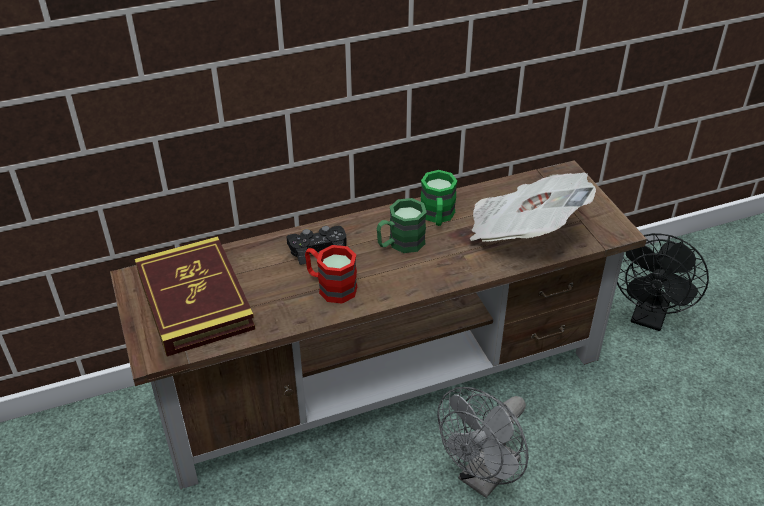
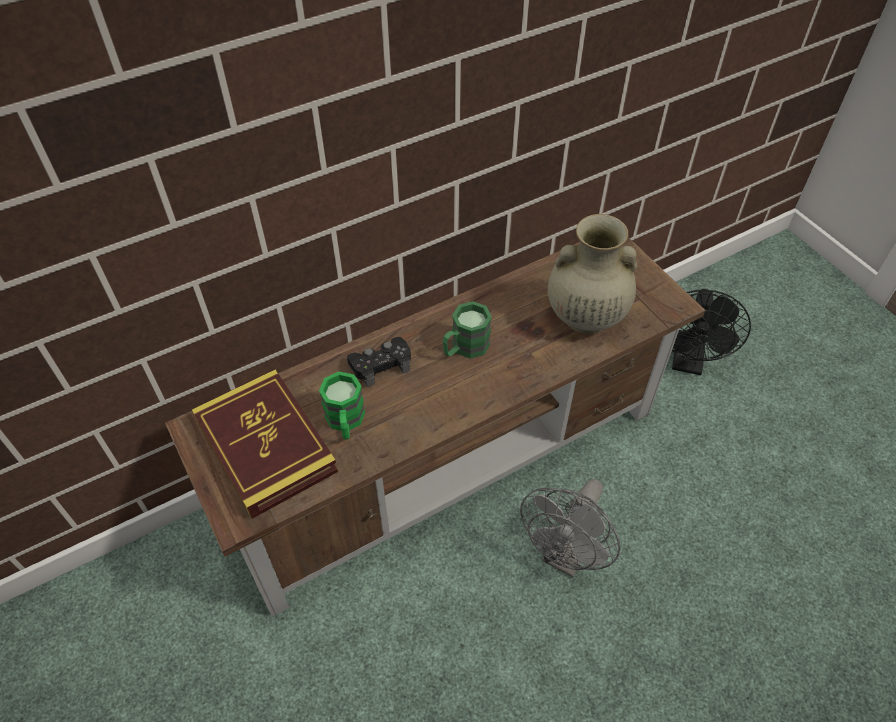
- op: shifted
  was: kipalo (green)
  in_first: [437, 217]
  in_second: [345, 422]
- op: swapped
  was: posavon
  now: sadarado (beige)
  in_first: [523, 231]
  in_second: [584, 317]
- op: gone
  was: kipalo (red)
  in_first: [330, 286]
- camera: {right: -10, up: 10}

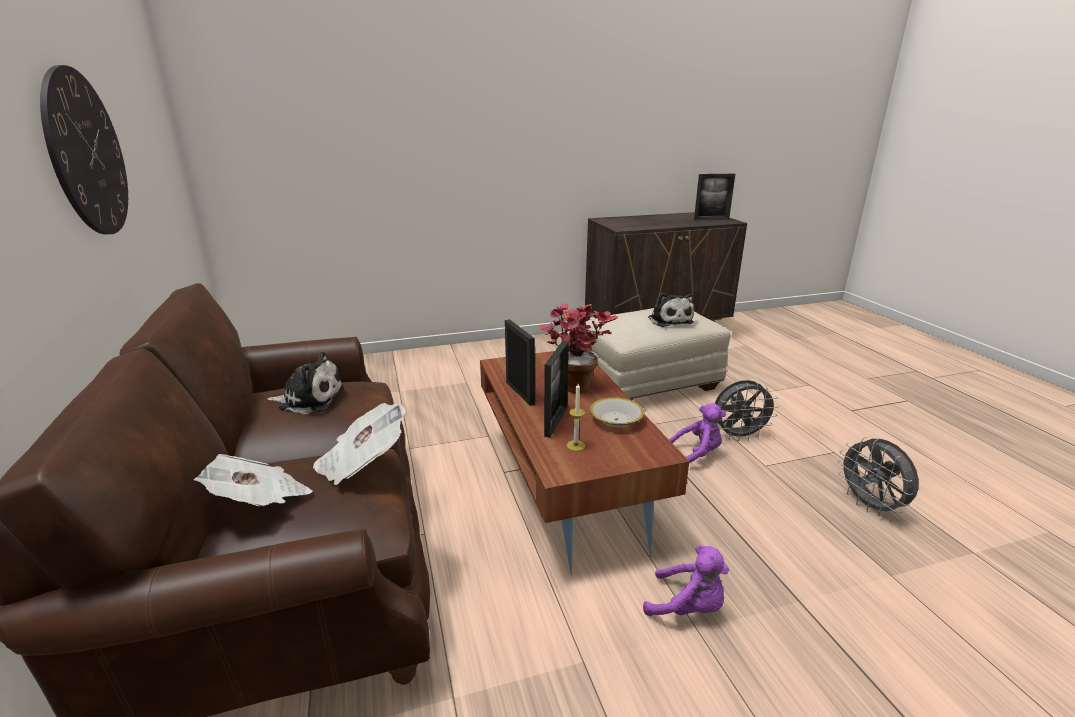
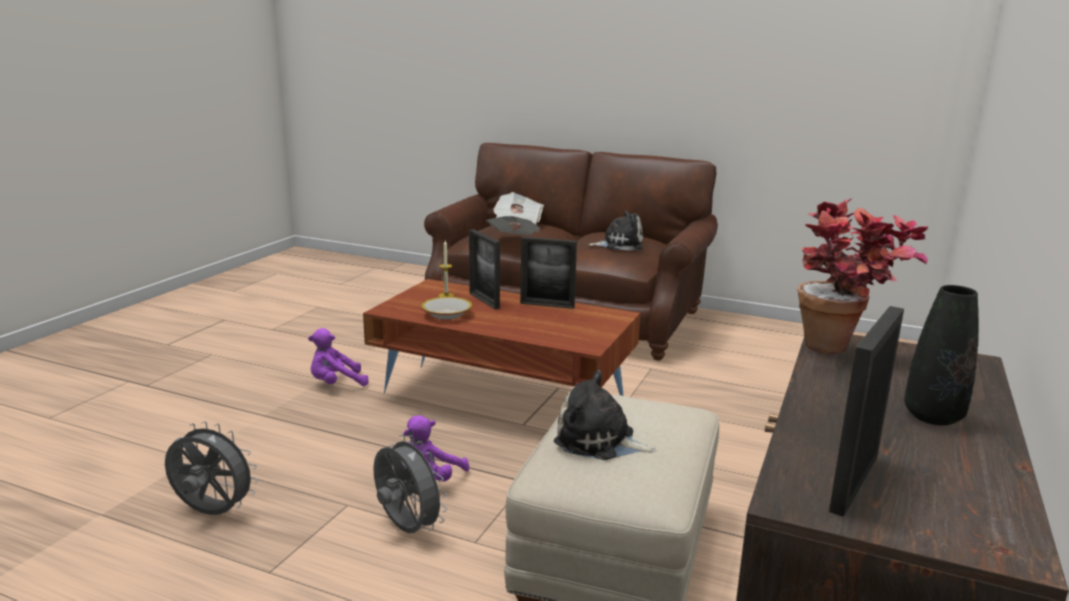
- op: gone
  was: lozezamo
  in_first: [87, 153]
- op: shifted
  was: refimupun
  in_first: [574, 384]
  in_second: [842, 350]
- op: rotated
  was: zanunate
  in_first: [309, 399]
  in_second: [619, 244]
  clockwise: -135
- op: rotated
  was: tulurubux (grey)
  in_first: [738, 436]
  in_second: [406, 529]
  clockwise: 105
- op: new
  now: sadarado (black)
  in_second: [933, 416]
- camera: {right: 130, up: -5}

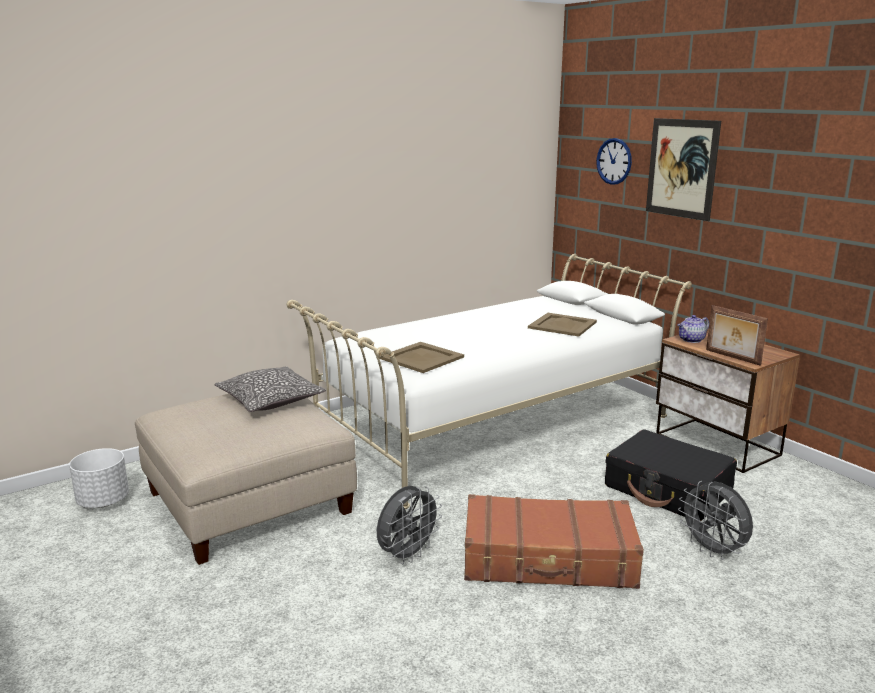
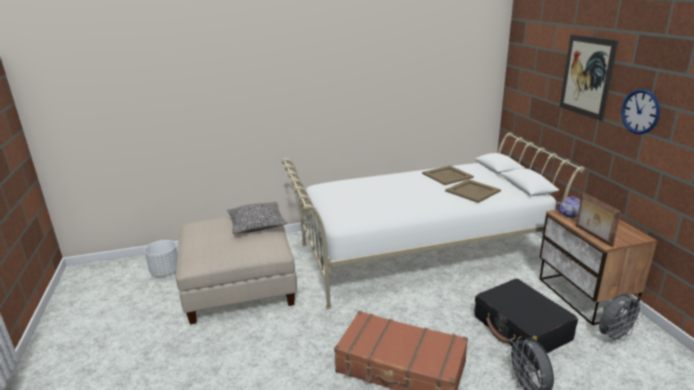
- op: shifted
  was: lozezamo
  in_first: [614, 161]
  in_second: [640, 111]
- op: shifted
  was: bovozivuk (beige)
  in_first: [421, 358]
  in_second: [447, 175]
- op: shifted
  was: tulurubux (grey)
  in_first: [407, 555]
  in_second: [614, 337]
- camera: {right: 20, up: 5}

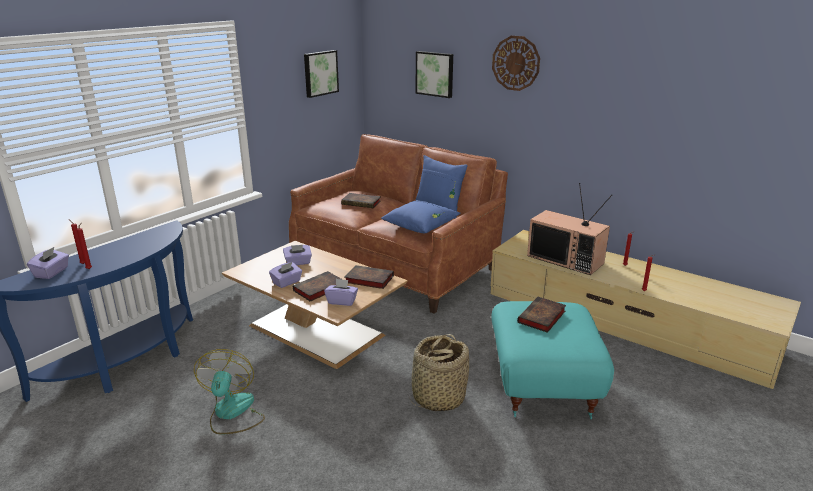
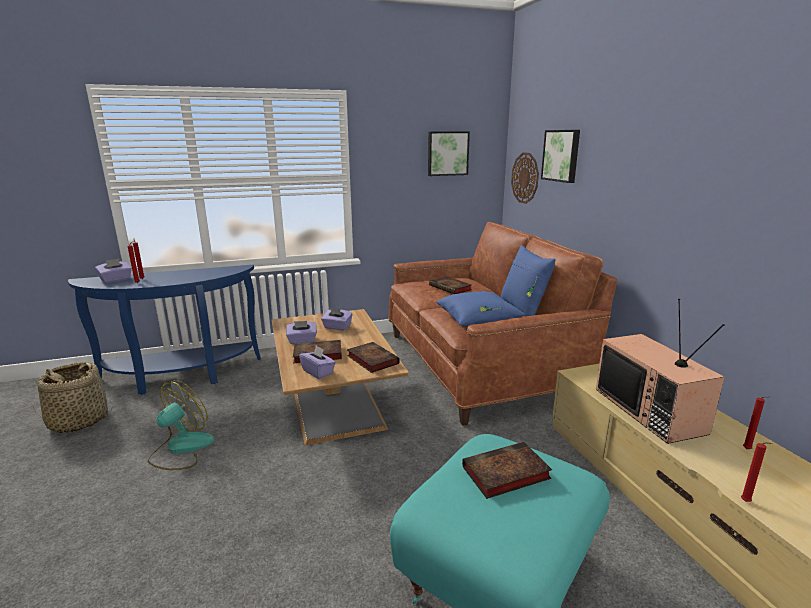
- op: shifted
  was: lozezamo
  in_first: [516, 63]
  in_second: [525, 178]
- op: shifted
  was: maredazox
  in_first: [438, 397]
  in_second: [78, 421]
- camera: {right: 35, up: -5}

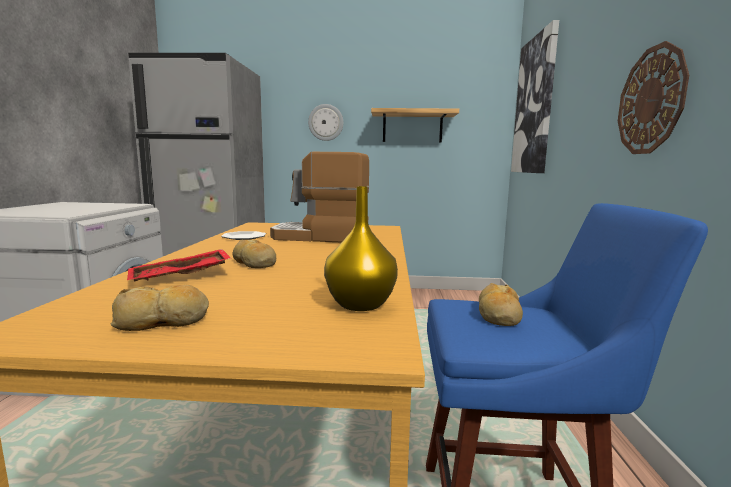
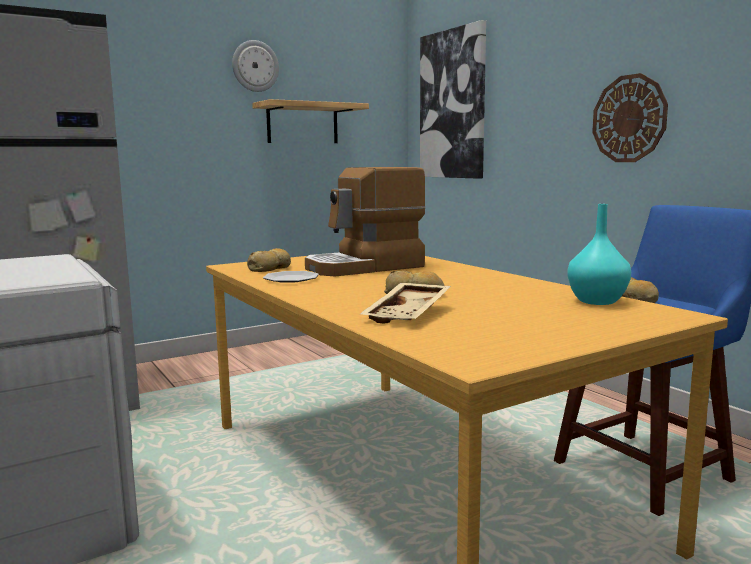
- op: shifted
  was: lozezamo
  in_first: [326, 122]
  in_second: [255, 66]
- op: repainted
  was: sadarado (yellow)
  now: sadarado (turquoise)
  in_first: [361, 304]
  in_second: [596, 301]
- op: repainted
  was: bovozivuk (red)
  now: bovozivuk (beige)
  in_first: [180, 277]
  in_second: [409, 314]
- op: shifted
  was: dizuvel
  in_first: [163, 321]
  in_second: [270, 268]
- camera: {right: -35, up: 0}

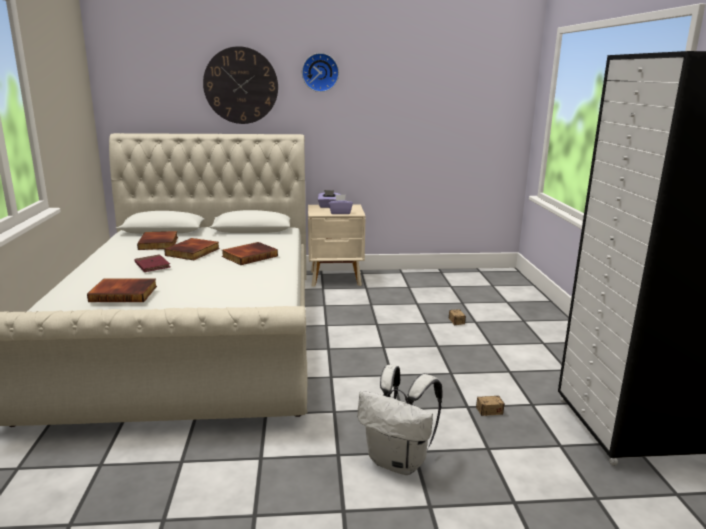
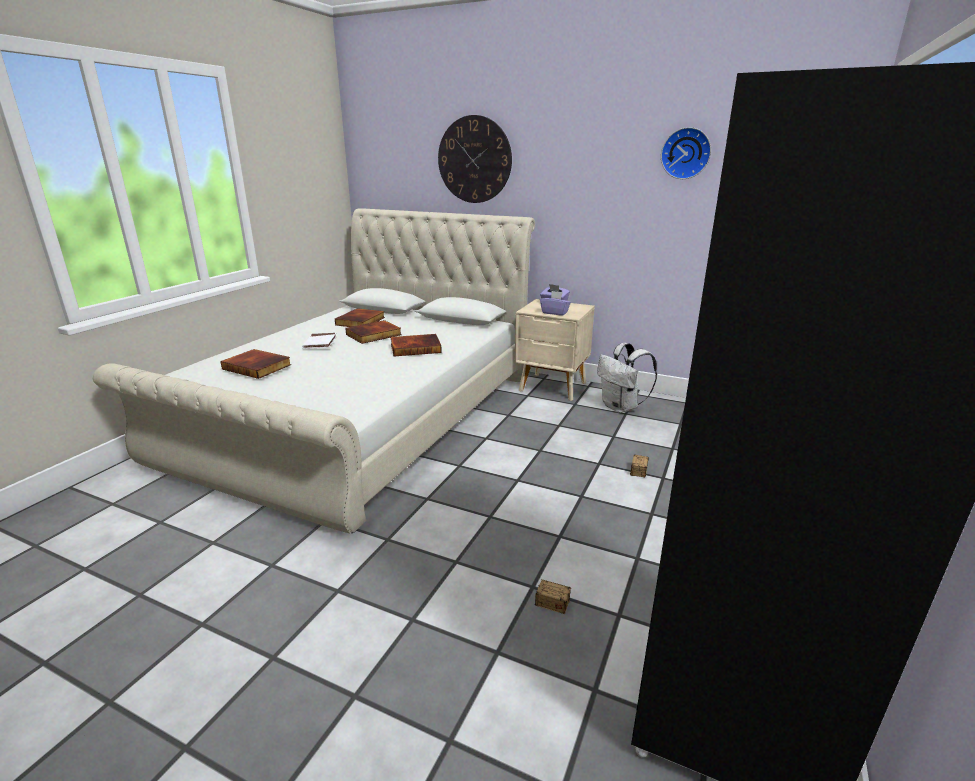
- op: shifted
  was: lozezamo
  in_first: [320, 72]
  in_second: [686, 153]
- op: repainted
  was: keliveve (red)
  now: keliveve (white)
  in_first: [152, 265]
  in_second: [320, 343]
- op: shifted
  was: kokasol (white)
  in_first: [399, 461]
  in_second: [621, 407]
- camera: {right: 30, up: 5}

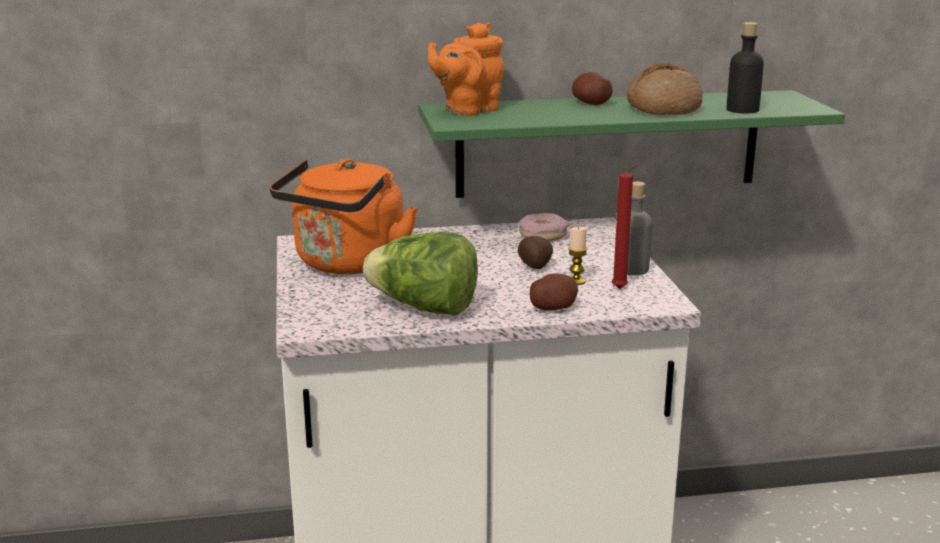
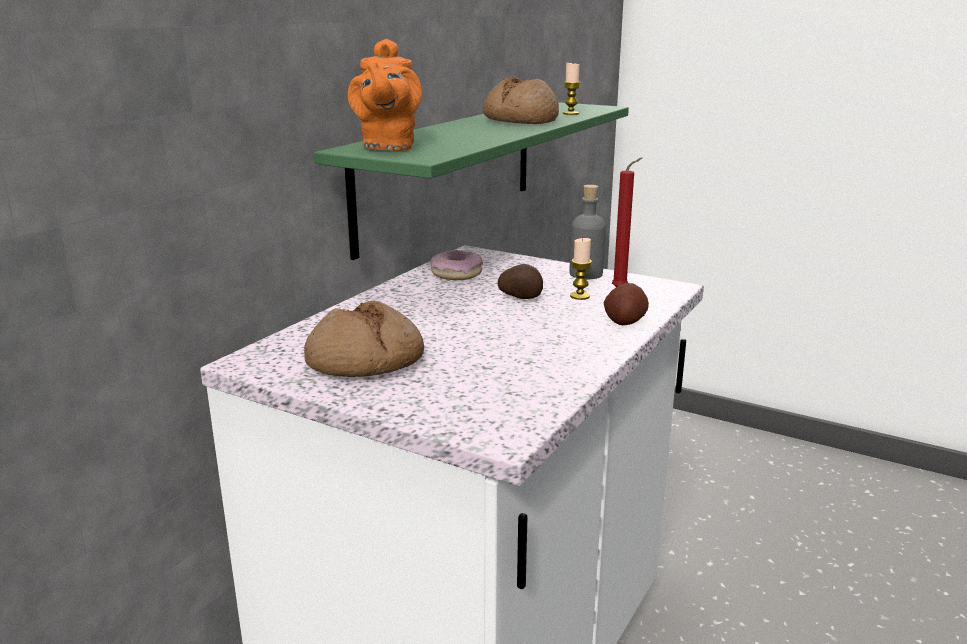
- op: swapped
  was: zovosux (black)
  now: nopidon
  in_first: [742, 110]
  in_second: [570, 113]
- op: gone
  was: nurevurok
  in_first: [590, 103]
- op: swapped
  was: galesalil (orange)
  now: dizuvel
  in_first: [347, 264]
  in_second: [365, 361]
- op: gone
  was: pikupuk
  in_first: [424, 308]
- camera: {right: -50, up: 0}

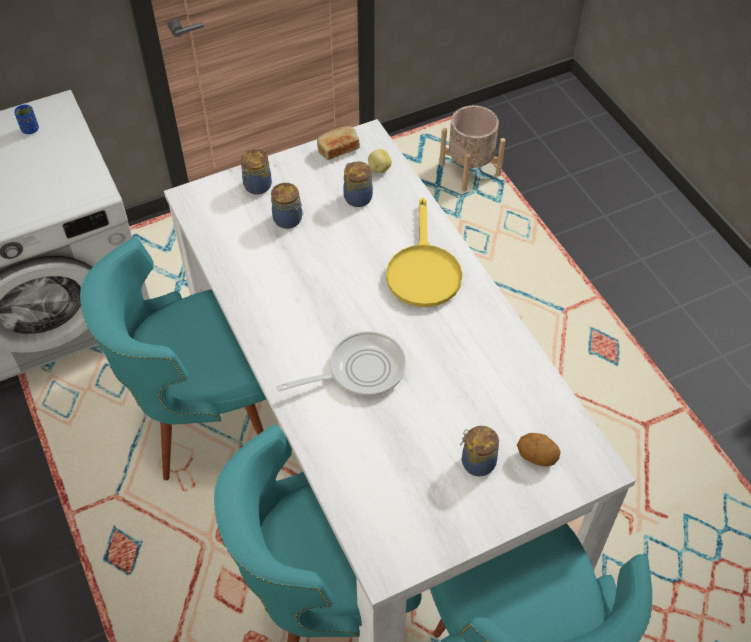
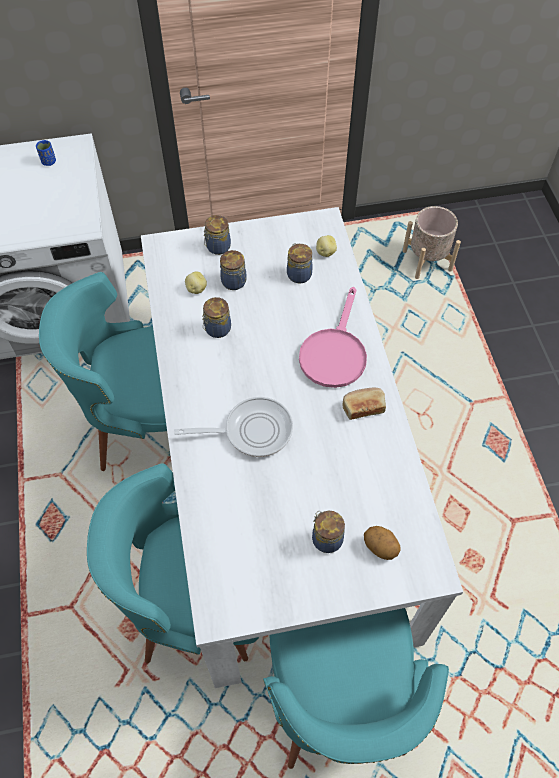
- op: shifted
  was: dizuvel
  in_first: [338, 149]
  in_second: [363, 407]
- op: repainted
  was: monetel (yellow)
  now: monetel (pink)
  in_first: [422, 270]
  in_second: [334, 352]
- op: new
  now: nurevurok
  in_second: [196, 289]
- op: new
  now: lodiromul
  in_second: [217, 329]
- camera: {right: 15, up: 5}

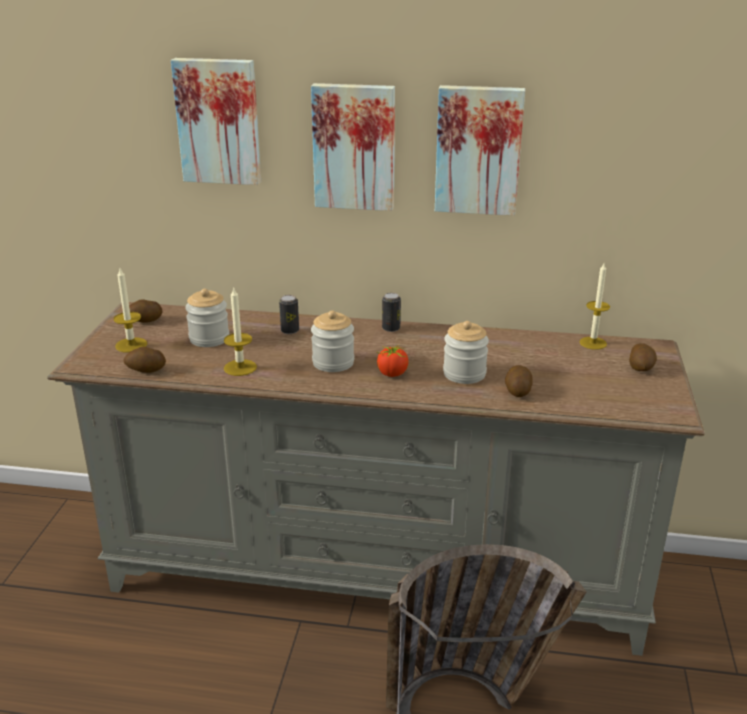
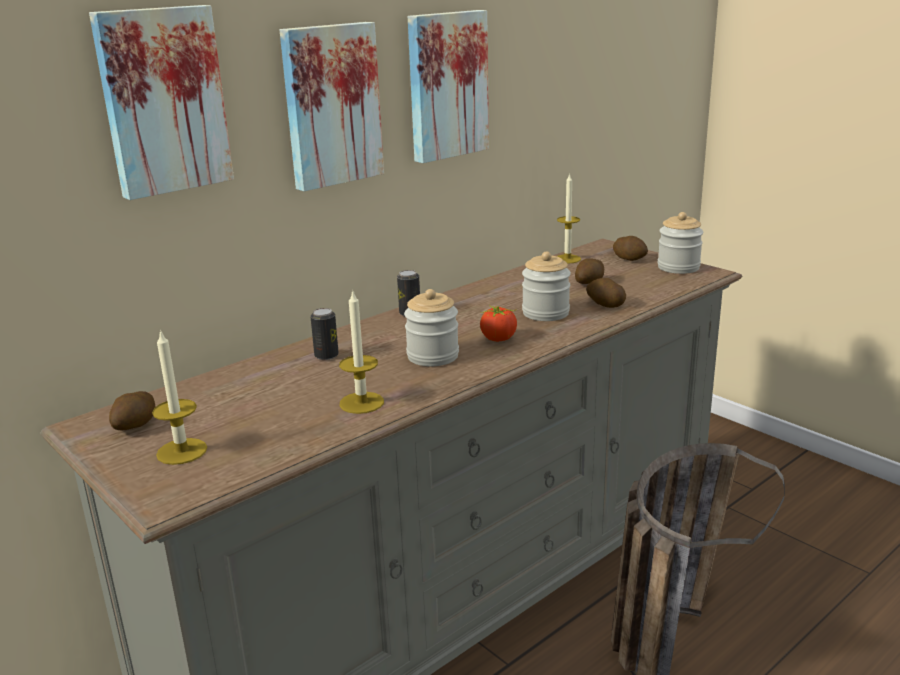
- op: shifted
  was: lodiromul
  in_first: [209, 339]
  in_second: [678, 267]
- op: shifted
  was: nurevurok
  in_first: [146, 370]
  in_second: [589, 283]
- camera: {right: -50, up: -5}

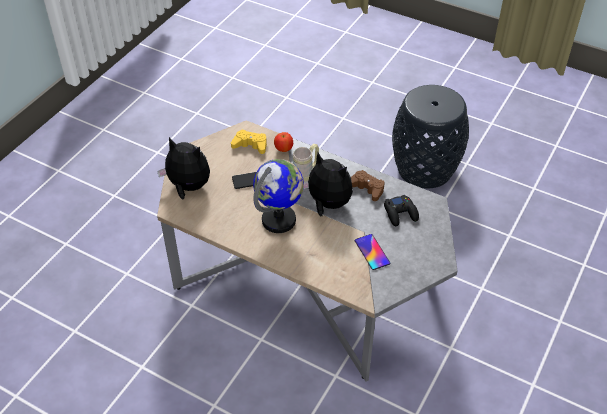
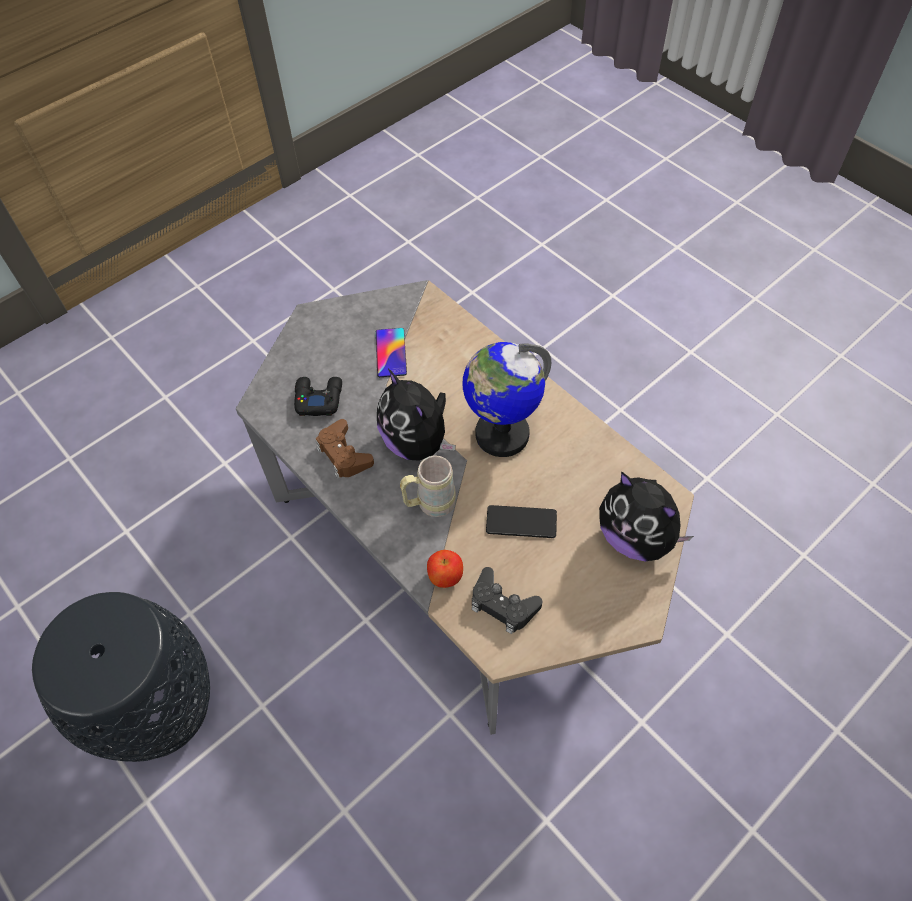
- op: repainted
  was: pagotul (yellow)
  now: pagotul (black)
  in_first: [250, 145]
  in_second: [503, 604]
- camera: {right: -160, up: 10}

